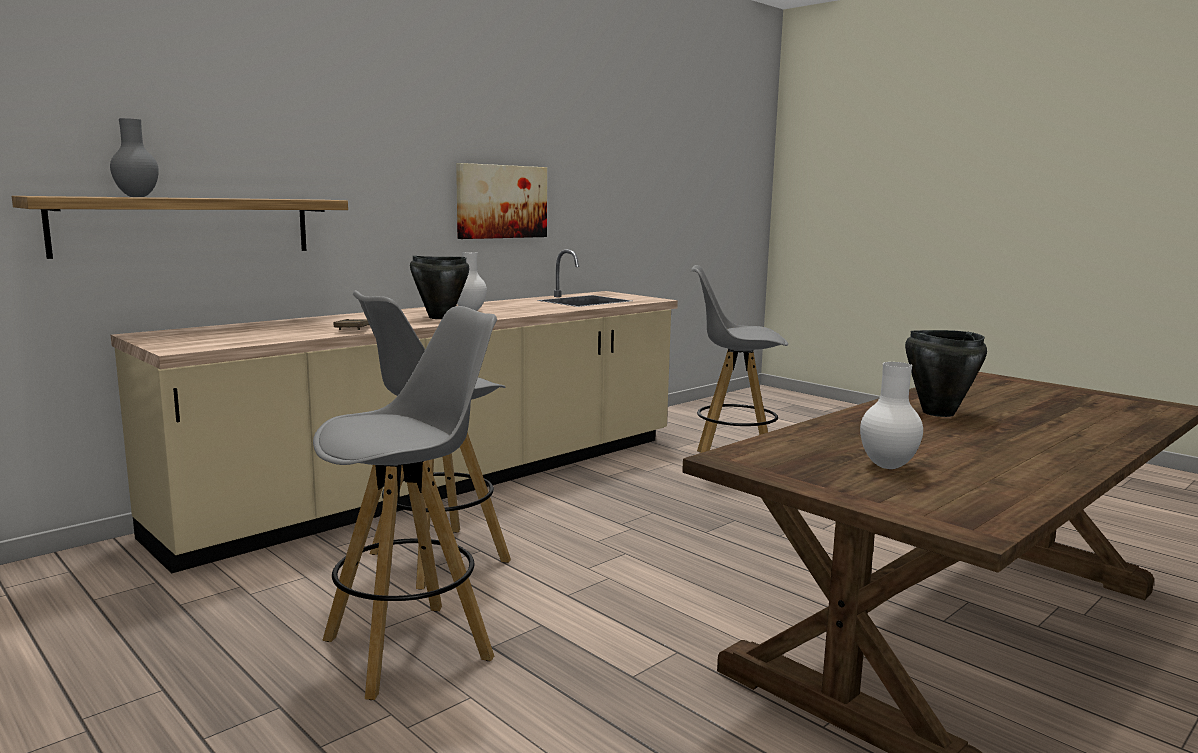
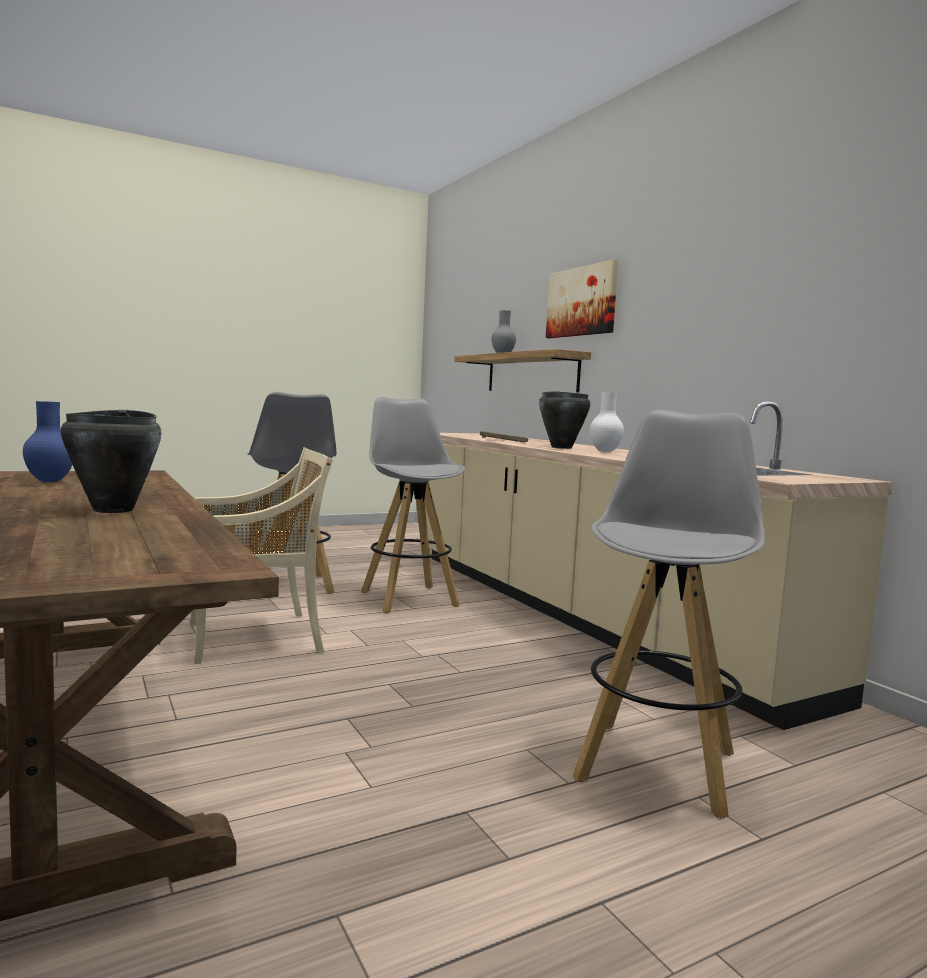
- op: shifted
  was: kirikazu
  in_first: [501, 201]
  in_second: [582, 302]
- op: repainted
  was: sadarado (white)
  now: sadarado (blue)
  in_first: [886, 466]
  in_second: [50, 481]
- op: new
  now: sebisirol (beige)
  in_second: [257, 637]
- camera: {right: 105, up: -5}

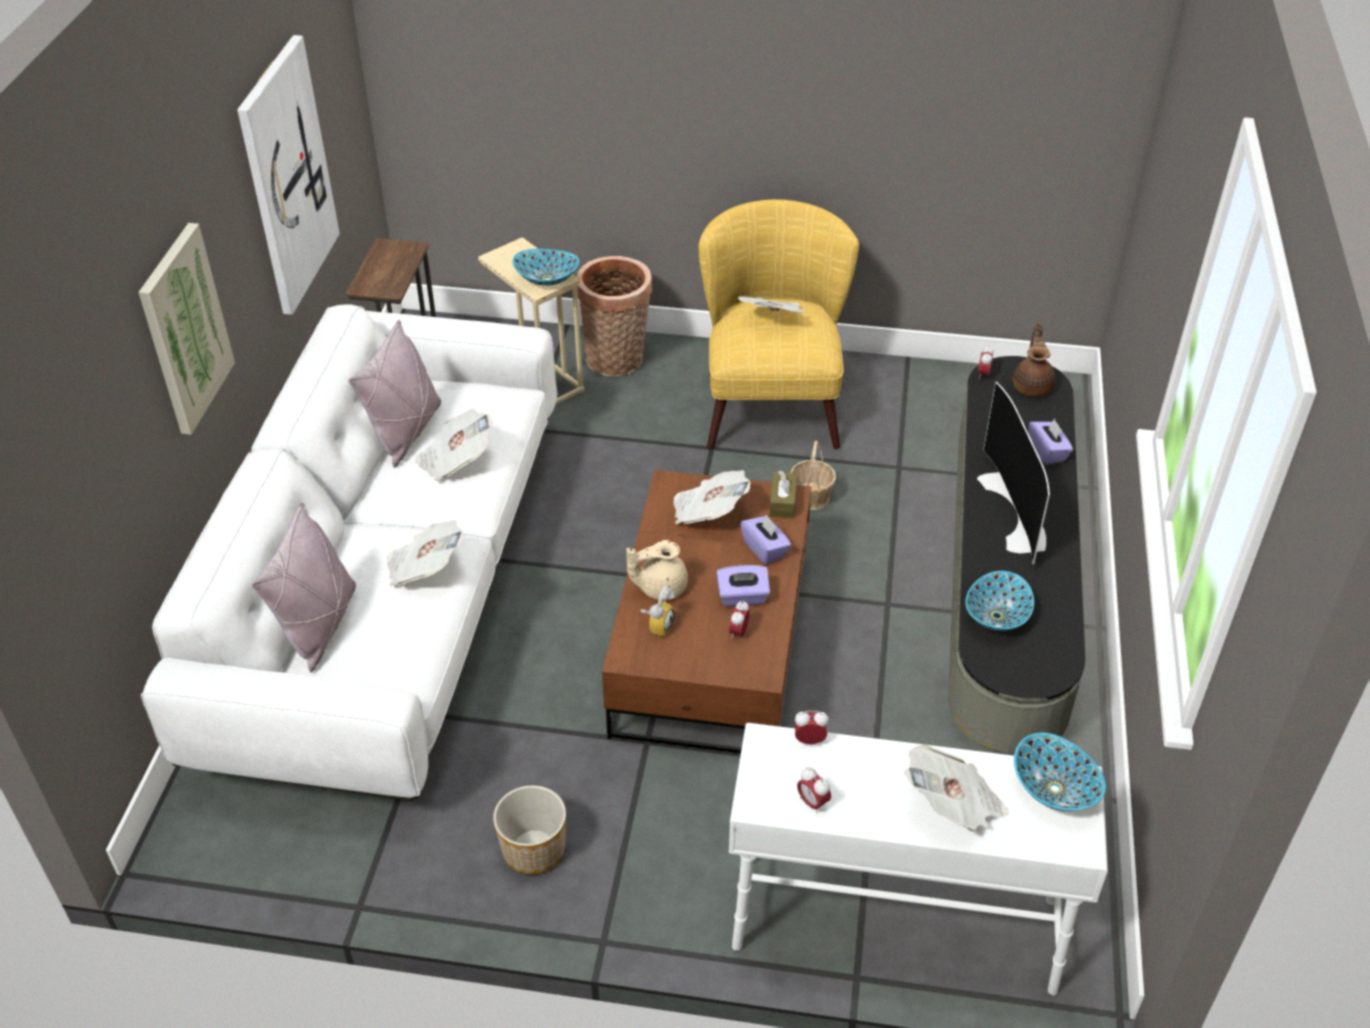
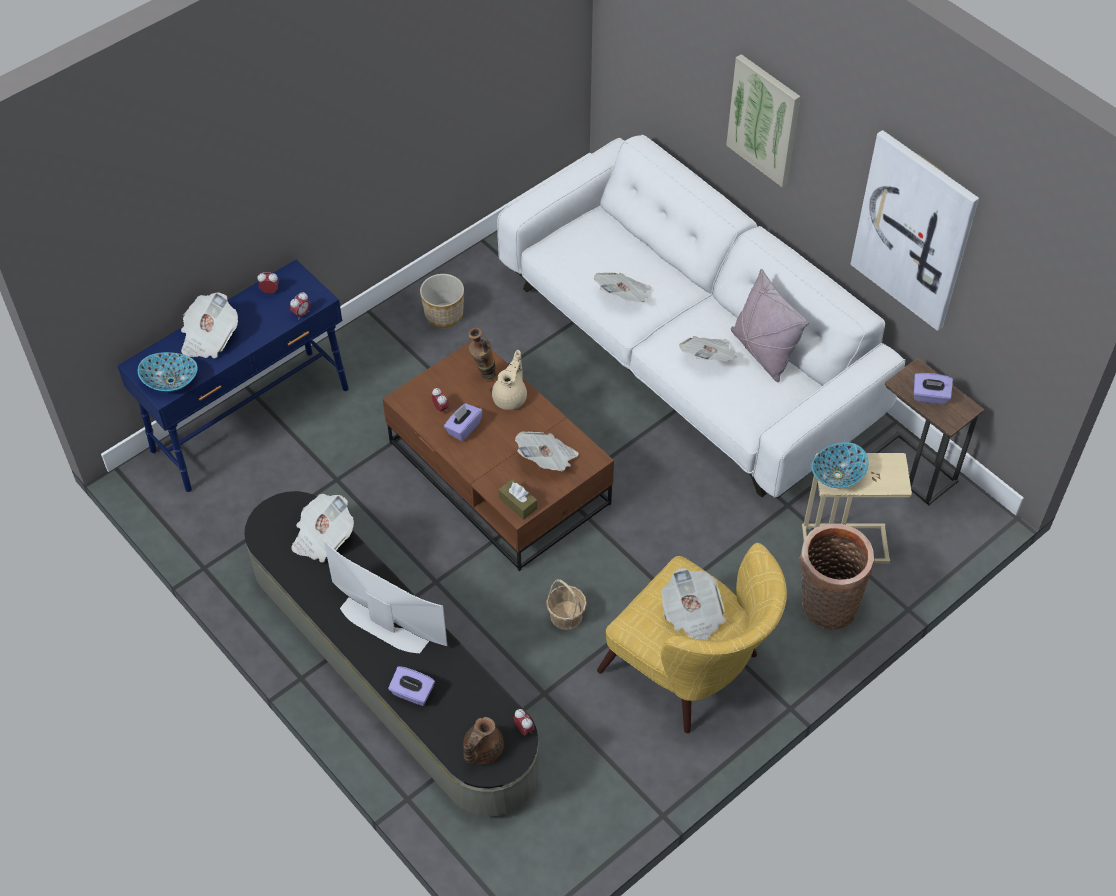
- op: rotated
  was: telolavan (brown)
  in_first: [1032, 385]
  in_second: [481, 750]
  clockwise: 75
- op: gone
  was: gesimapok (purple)
  in_first: [320, 626]
- op: shifted
  was: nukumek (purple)
  in_first: [765, 549]
  in_second: [930, 396]
- op: swapped
  was: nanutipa
  now: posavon
  in_first: [997, 616]
  in_second: [323, 538]
- op: swapped
  was: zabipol
  now: sadarado
  in_first: [658, 625]
  in_second: [483, 378]
- op: repainted
  was: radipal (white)
  now: radipal (blue)
  in_first: [895, 922]
  in_second: [252, 420]
- camera: {right: 130, up: 10}

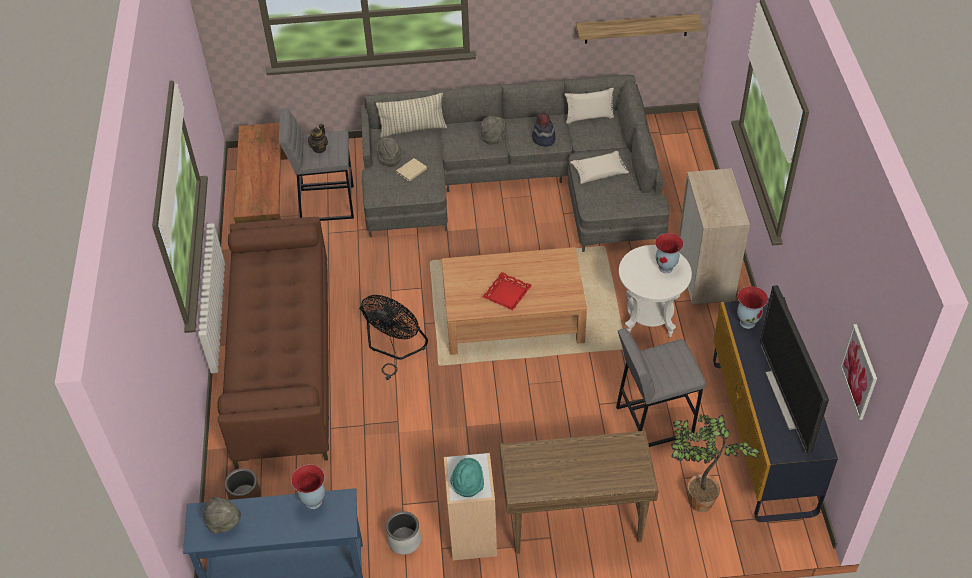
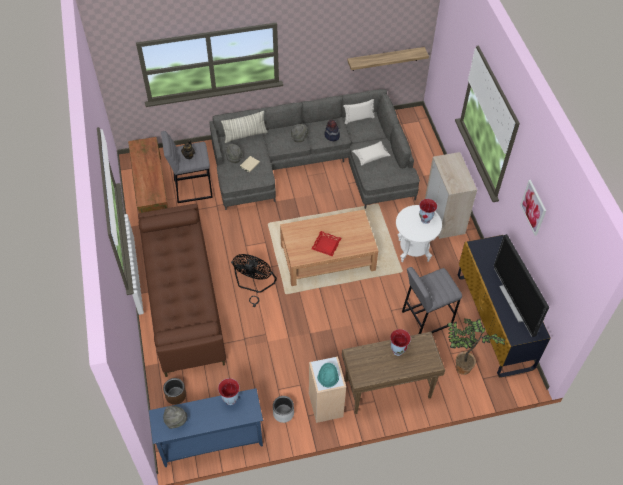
- op: shifted
  was: sadarado
  in_first: [747, 322]
  in_second: [398, 350]
- op: shifted
  was: kirikazu
  in_first: [859, 371]
  in_second: [533, 207]
- camera: {right: -10, up: 5}

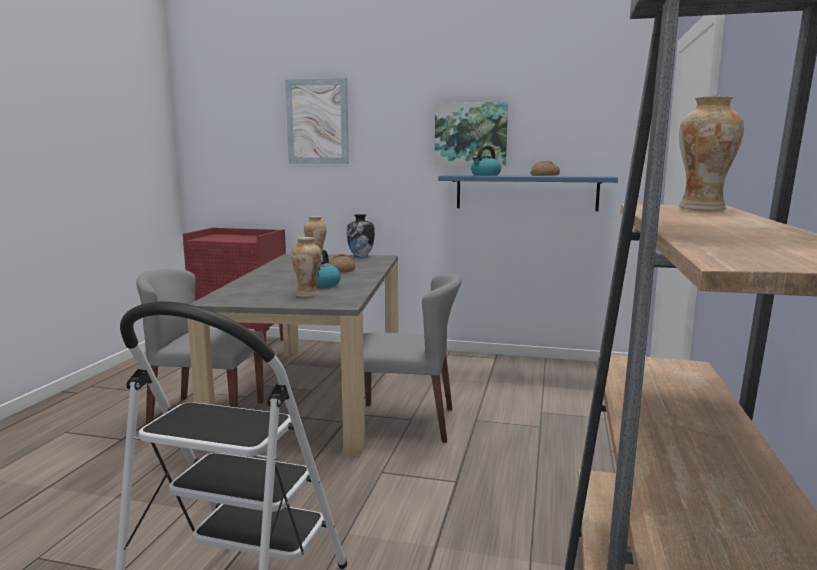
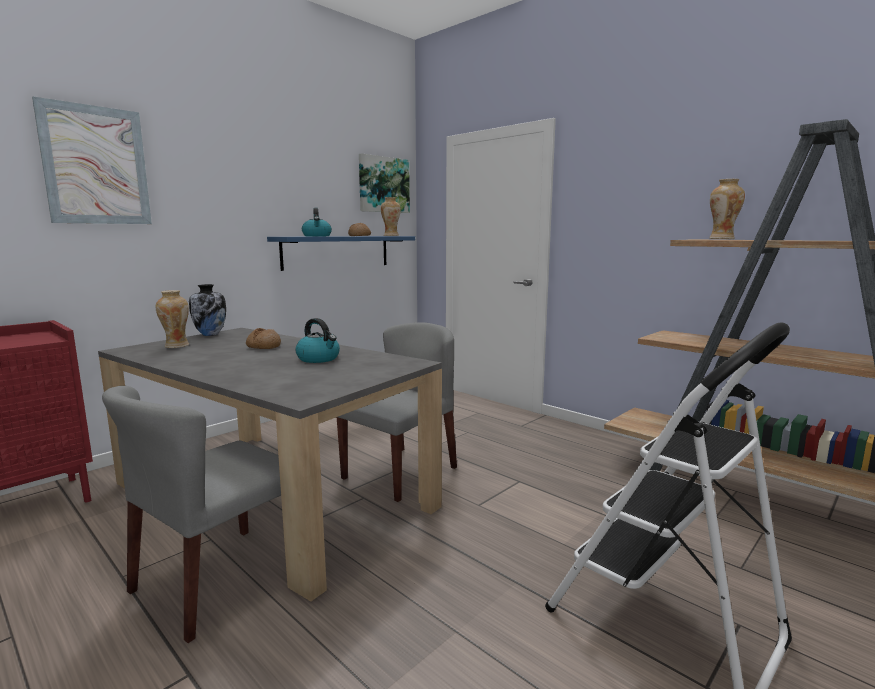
- op: shifted
  was: kirikazu
  in_first: [471, 134]
  in_second: [383, 185]
- op: shifted
  was: sadarado
  in_first: [307, 294]
  in_second: [391, 236]
- camera: {right: -60, up: 0}

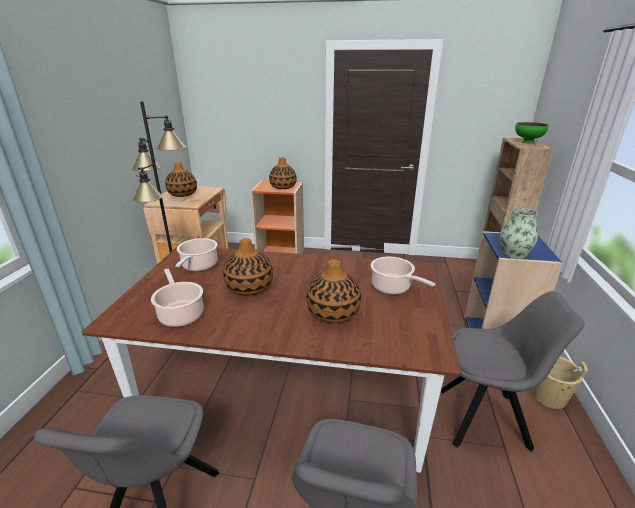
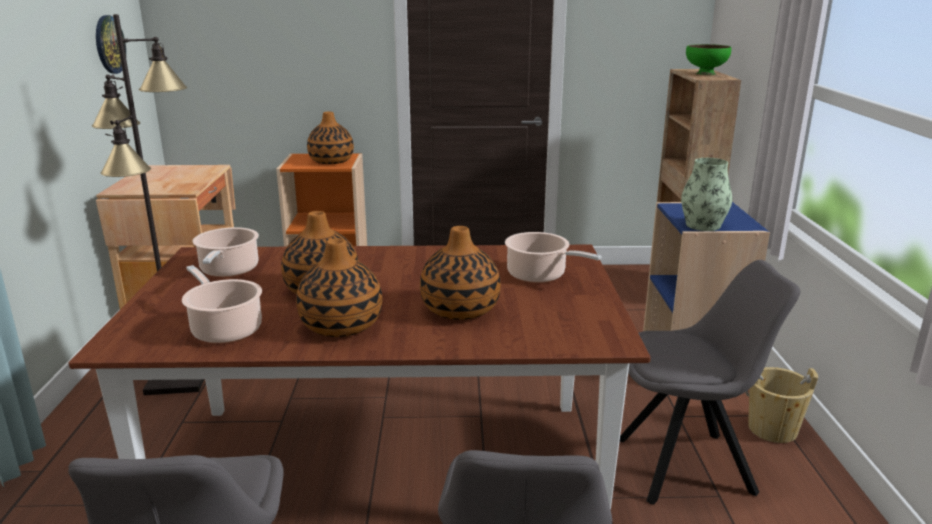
- op: shifted
  was: sadarado
  in_first: [182, 194]
  in_second: [341, 325]
- op: new
  now: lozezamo
  in_second: [109, 44]
- camera: {right: -10, up: -5}

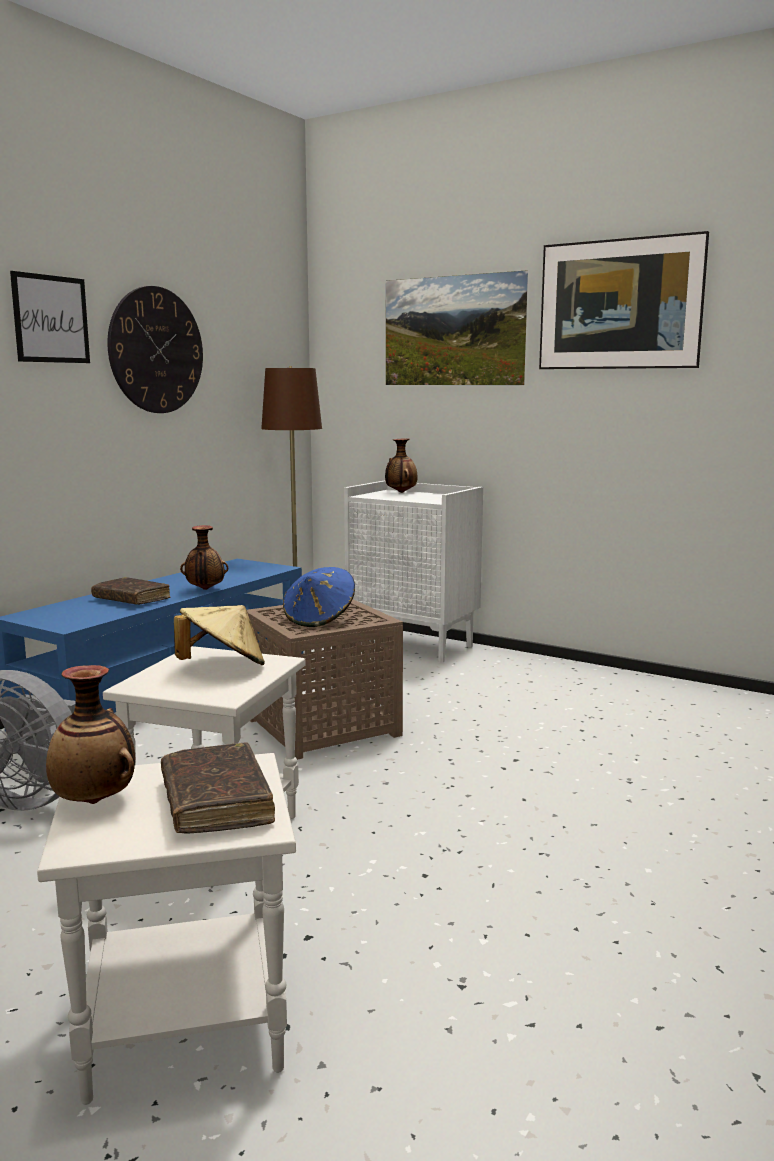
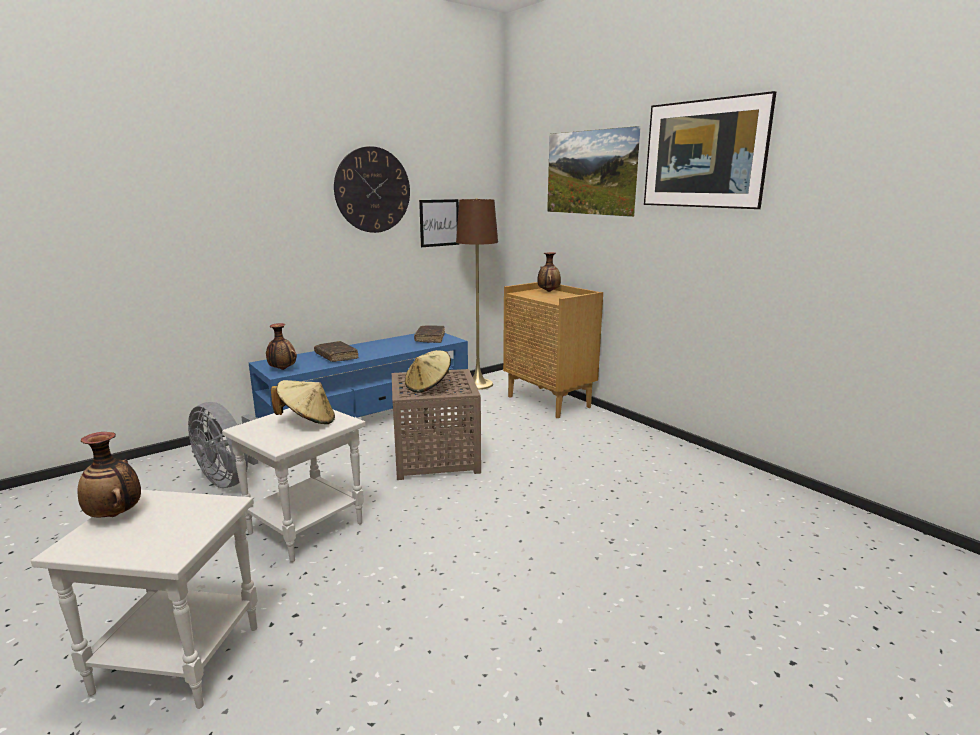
- op: shifted
  was: kirikazu
  in_first: [51, 319]
  in_second: [439, 223]
- op: repainted
  was: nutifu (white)
  now: nutifu (brown)
  in_first: [413, 646]
  in_second: [549, 402]
- op: shifted
  was: sadarado
  in_first: [205, 589]
  in_second: [282, 369]
- op: repainted
  was: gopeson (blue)
  now: gopeson (beige)
  in_first: [319, 619]
  in_second: [428, 386]
- op: shifted
  was: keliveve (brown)
  in_first: [216, 802]
  in_second: [430, 338]
- camera: {right: 20, up: 5}

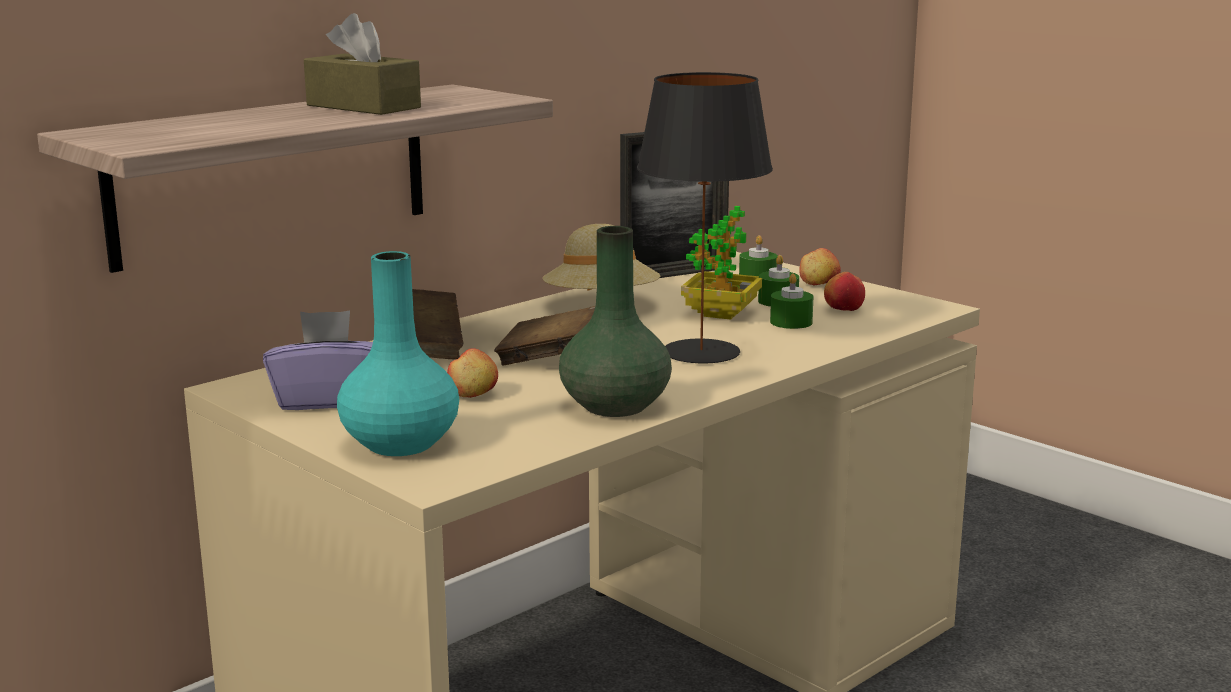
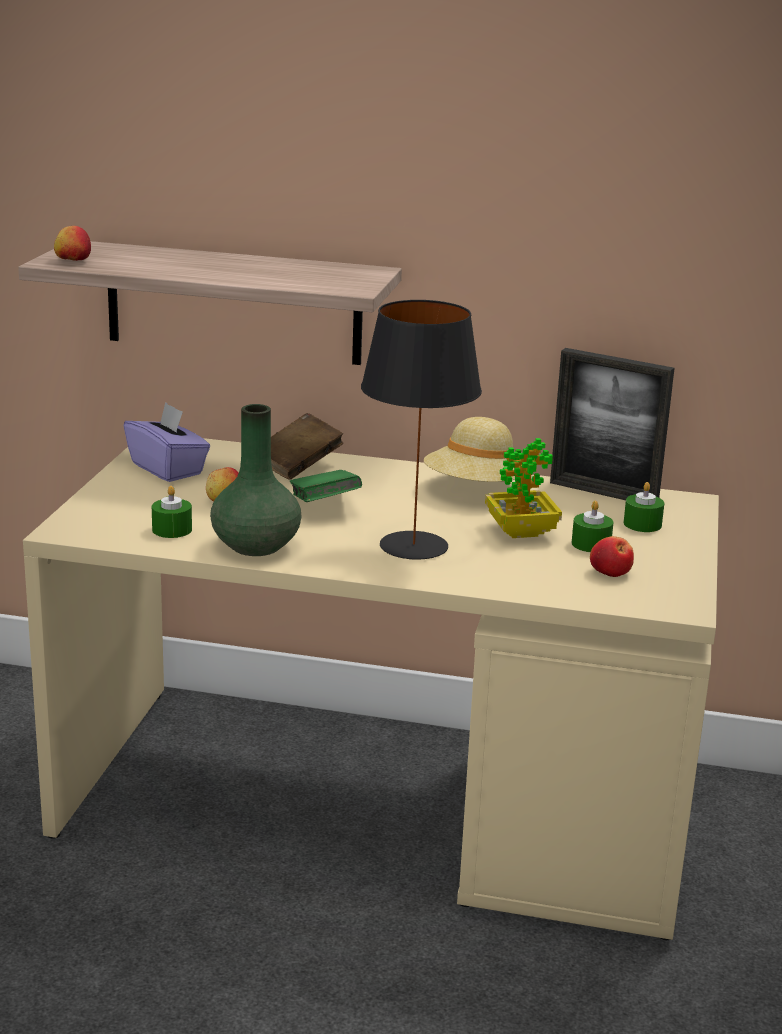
- op: gone
  was: nukumek (brown)
  in_first: [363, 106]
- op: shifted
  was: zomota
  in_first: [819, 284]
  in_second: [73, 261]
- op: gone
  was: sadarado (turquoise)
  in_first: [399, 444]
- op: shifted
  was: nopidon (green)
  in_first: [791, 322]
  in_second: [172, 530]
- op: repainted
  was: keliveve (brown)
  now: keliveve (green)
  in_first: [552, 361]
  in_second: [324, 506]
- camera: {right: 55, up: 5}

